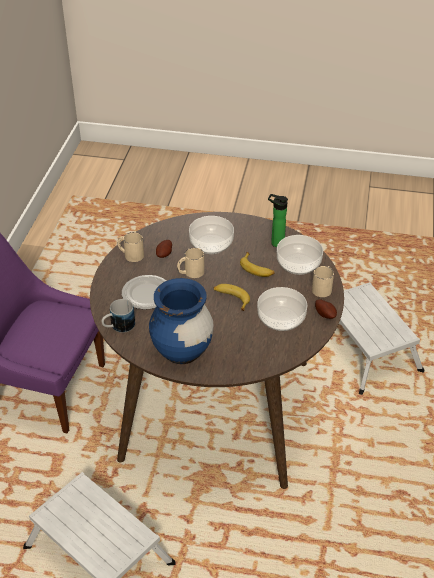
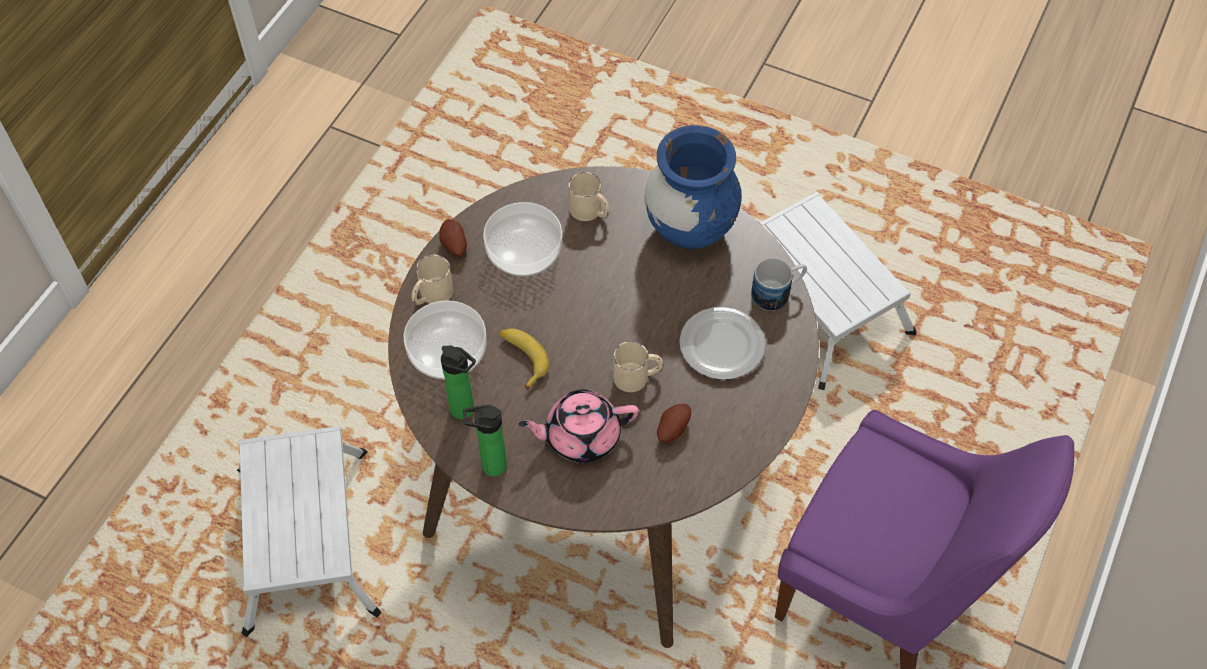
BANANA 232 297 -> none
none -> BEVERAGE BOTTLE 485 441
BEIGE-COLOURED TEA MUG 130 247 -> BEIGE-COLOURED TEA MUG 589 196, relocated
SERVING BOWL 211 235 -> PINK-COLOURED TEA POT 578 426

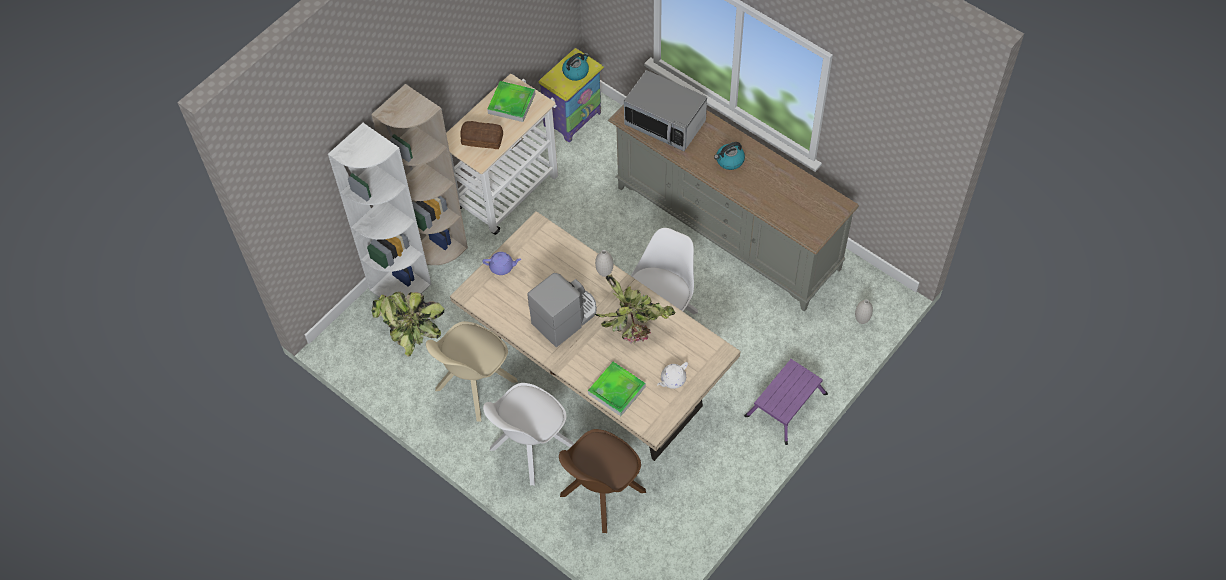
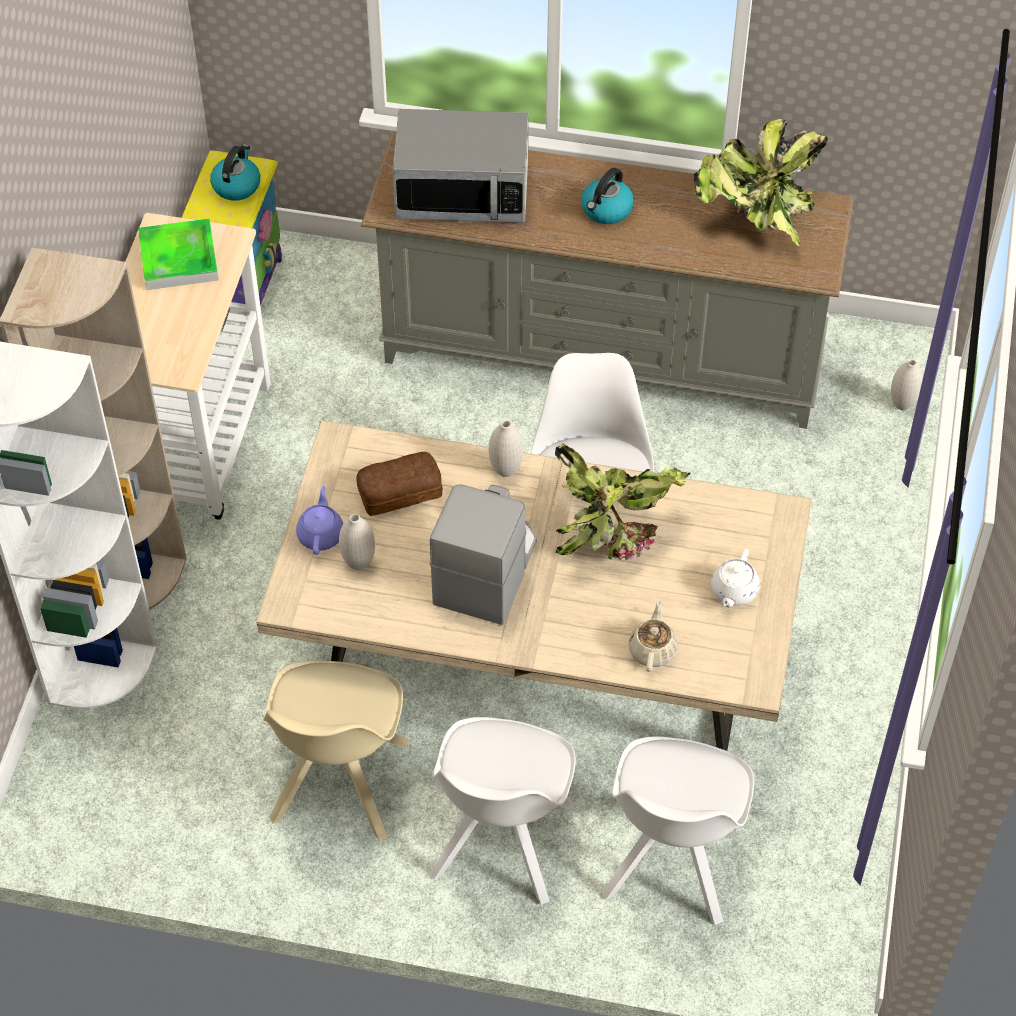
PURPLE STEPLADDER 786 402 -> none
none -> WHITISH DECORATIVE VASE 357 542
HOUSEPLANT 408 324 -> HOUSEPLANT 761 182, relocated
BAKED BREAD 481 135 -> BAKED BREAD 399 484, relocated
SERVING TRAY 617 389 -> BEIGE-COLOURED TEA POT 653 635
BROWN-COLOURED PLAIN CHAIR 602 481 -> WHITISH PLAIN CHAIR 677 831
PURPLE TEA POT 501 263 -> PURPLE TEA POT 319 520, 60 degrees counterclockwise

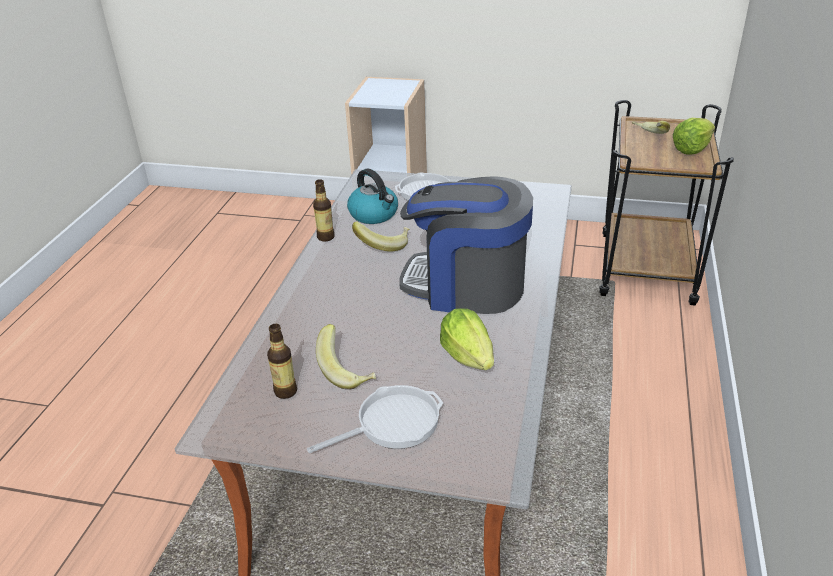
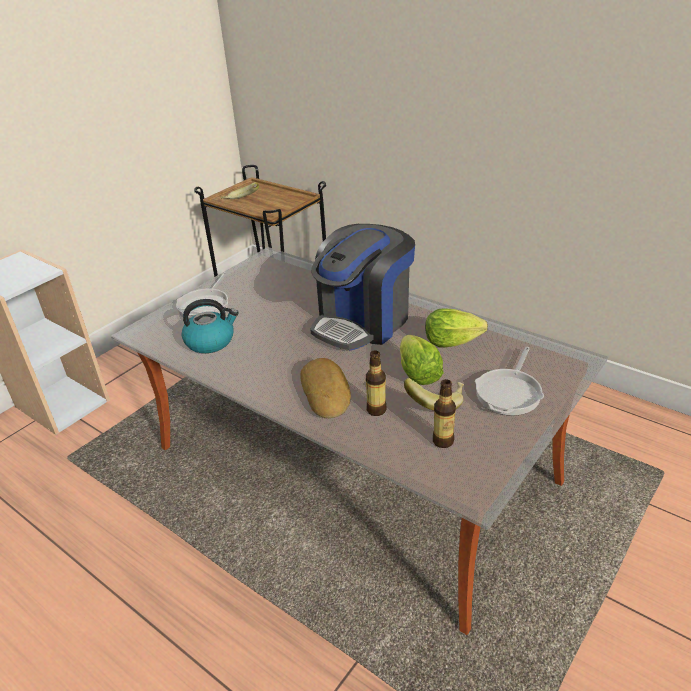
BANANA 381 237 -> none
none -> BAKED BREAD 325 388
BEVERAGE BOTTLE 324 210 -> BEVERAGE BOTTLE 376 383, relocated
LETTUCE HEAD 694 136 -> LETTUCE HEAD 422 360, relocated
SKILLET 375 419 -> SKILLET 509 381, 150 degrees counterclockwise

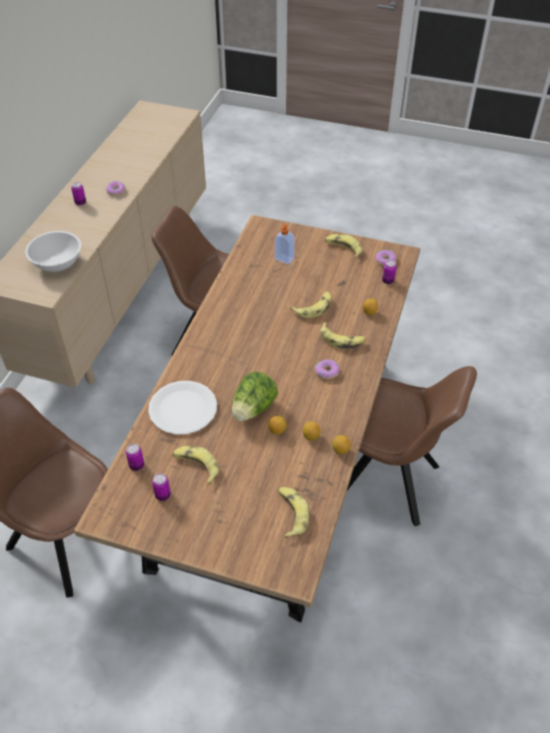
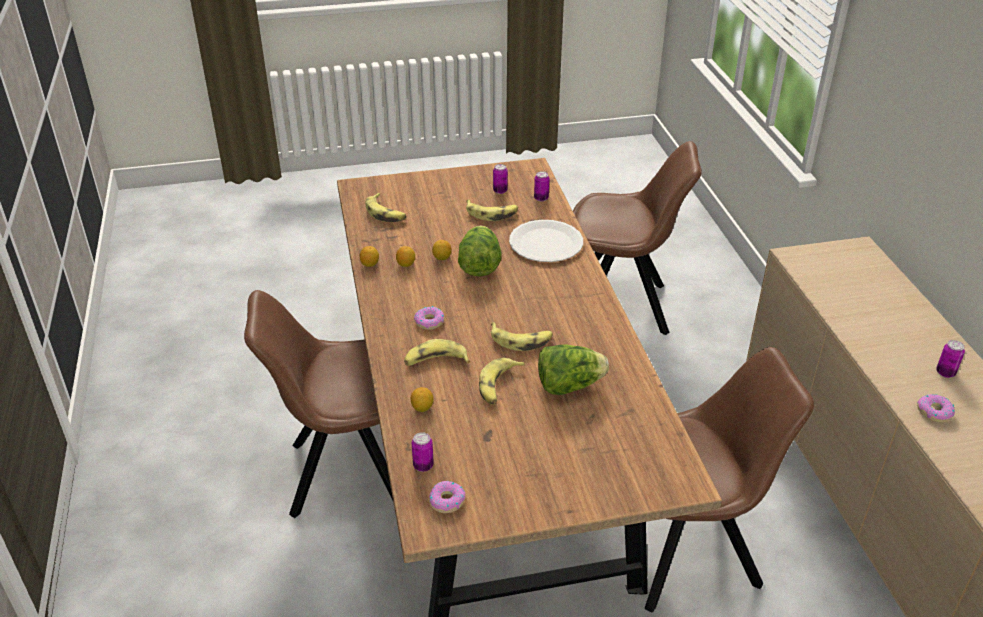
WHITISH SERVING BOWL 53 251 -> none
SOAP DISPENSER 285 244 -> none
none -> LETTUCE HEAD 573 369
BANANA 343 246 -> BANANA 522 336, relocated

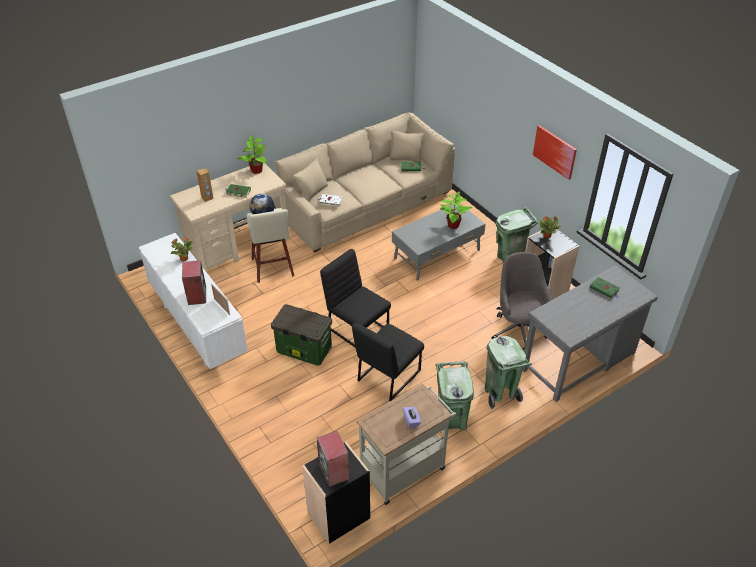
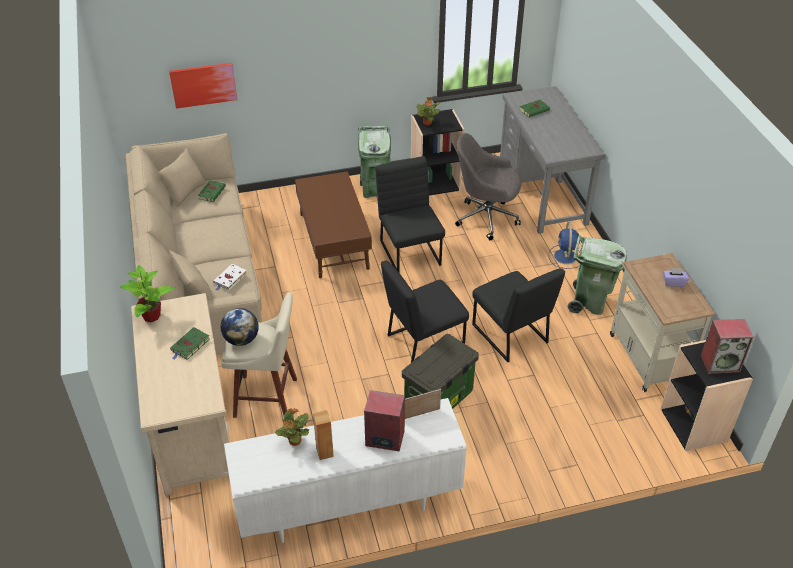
HOUSEPLANT 456 210 -> none
none -> BLACK-COLOURED PLAIN CHAIR 410 214
BROWN-COLOURED SPEAKER 205 185 -> BROWN-COLOURED SPEAKER 323 435, relocated
WALL ART 555 152 -> WALL ART 203 86, relocated
GREENISH WASTE BIN 508 372 -> BLUISH FAN 564 245
GREYISH LOUNGE TABLE 439 242 -> BROWN-COLOURED LOUNGE TABLE 333 224

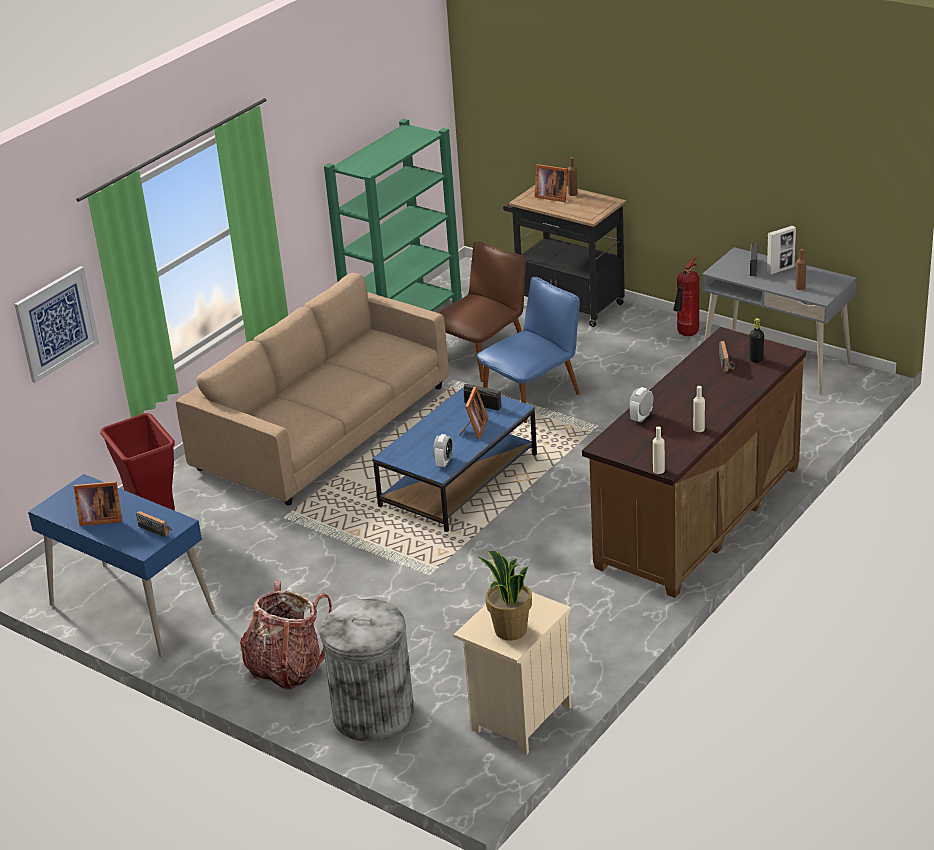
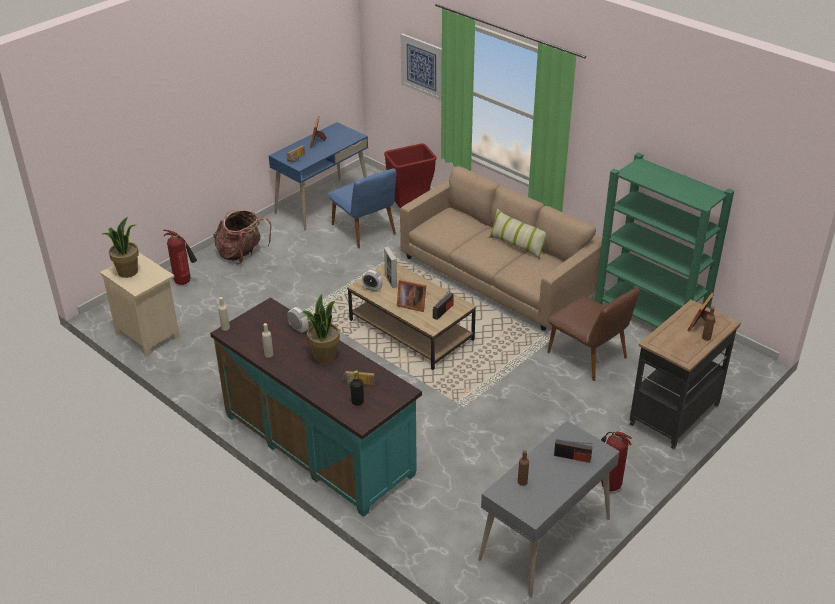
none -> HOUSEPLANT 321 329
none -> THROW PILLOW 517 234
BLUISH PLAIN CHAIR 528 350 -> BLUISH PLAIN CHAIR 362 208, relocated
PICTURE FRAME 781 250 -> PICTURE FRAME 390 267, relocated
GREYISH WASTE BIN 366 670 -> FIRE EXTINGUISHER 180 257
BLUISH LOUNGE TABLE 454 459 -> BROWN-COLOURED LOUNGE TABLE 411 317
BROWN-COLOURED CUPBOARD 694 462 -> TURQUOISE CUPBOARD 316 407

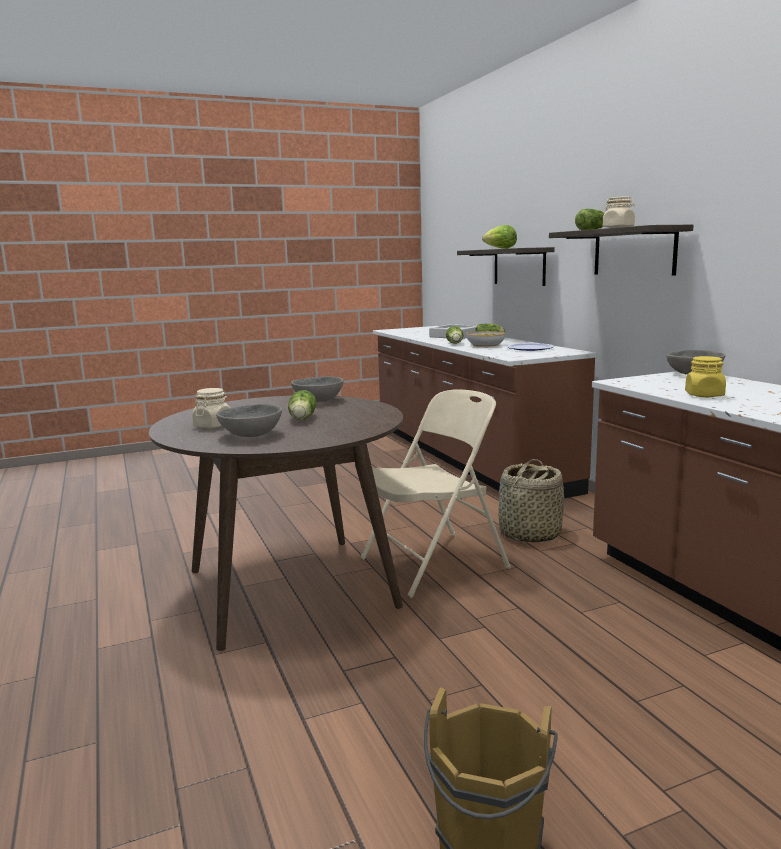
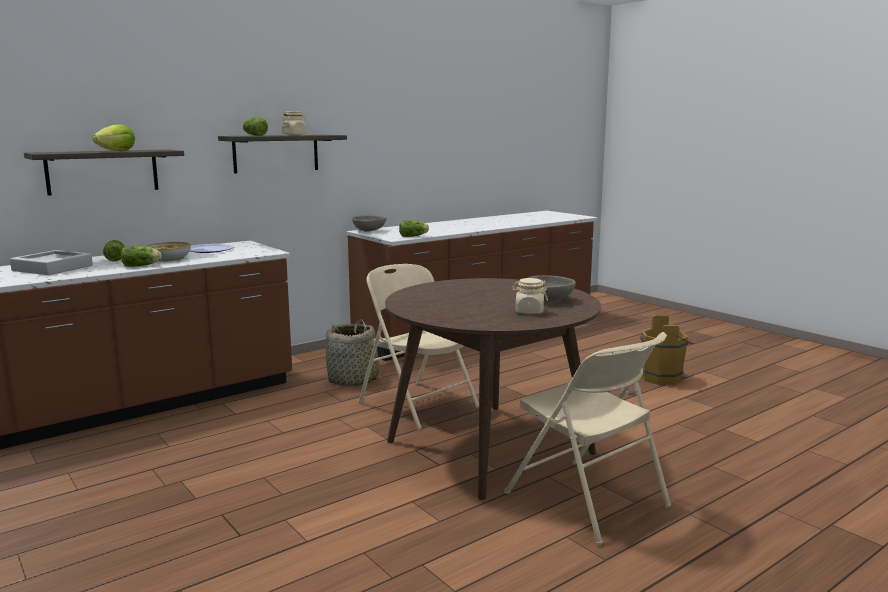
GREYISH SERVING BOWL 317 389 -> none
YELLOW PRESERVE JAR 705 376 -> none
none -> BEIGE-COLOURED PLAIN CHAIR 587 439
LETTUCE HEAD 302 405 -> LETTUCE HEAD 414 228, relocated

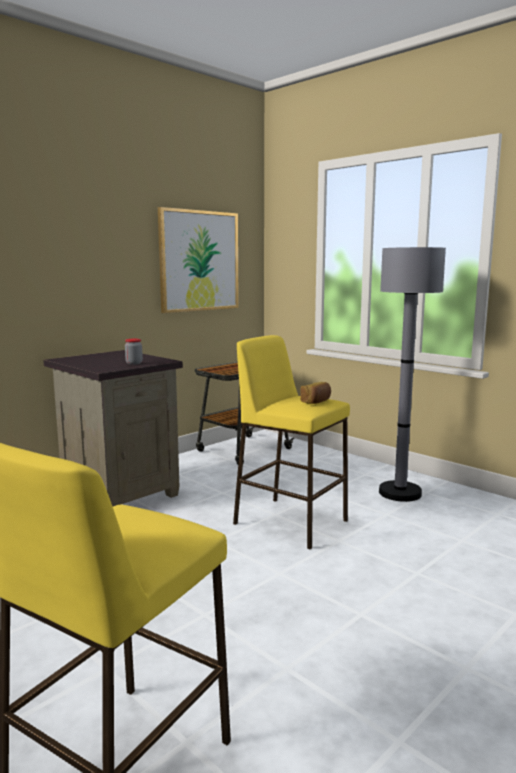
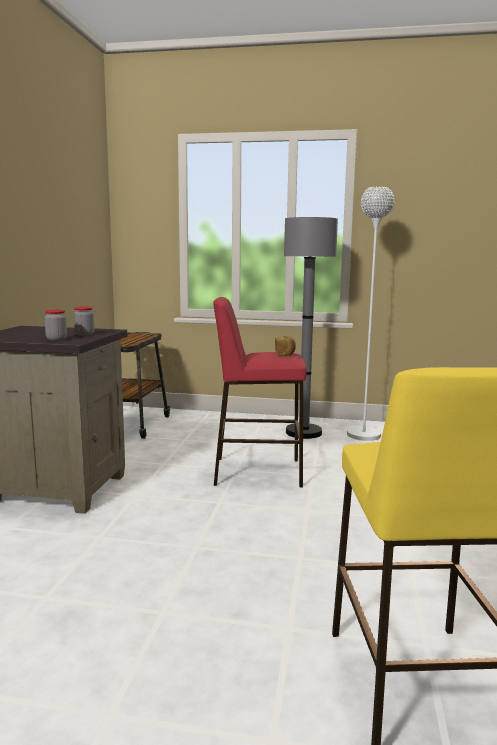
WALL ART 198 260 -> none
none -> PRESERVE JAR 56 325
none -> WHITISH STANDARD LAMP 370 314
YELLOW STOOL SEAT 291 442 -> RED STOOL SEAT 260 392

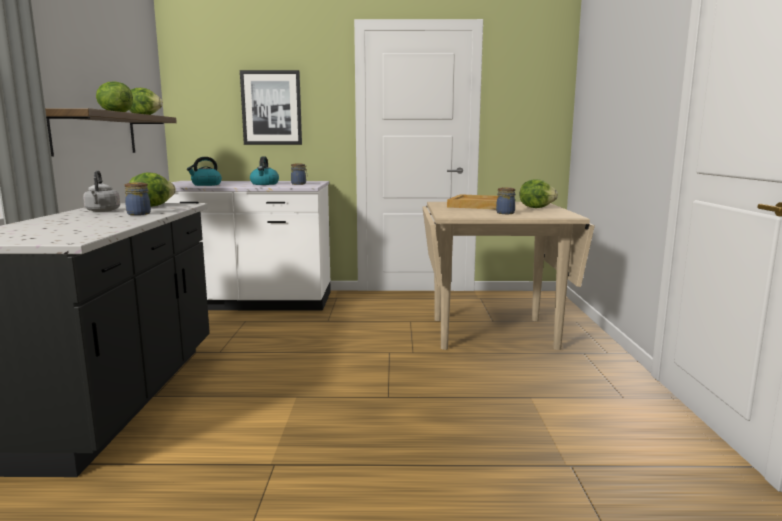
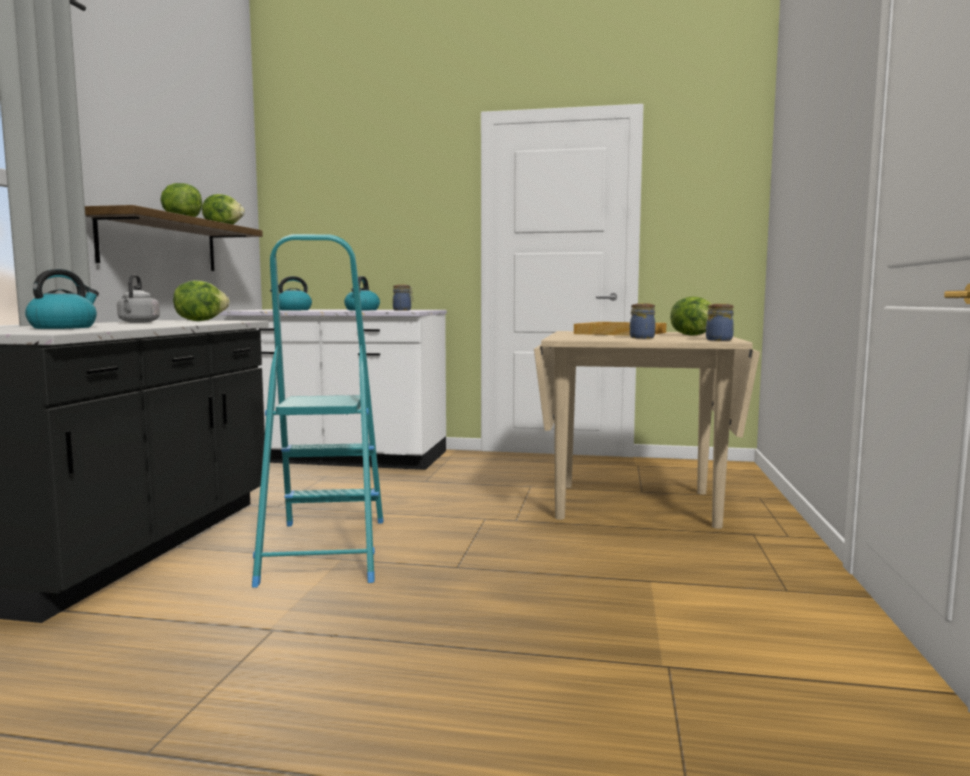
WALL ART 271 107 -> none
none -> TEA KETTLE 62 299
none -> TURQUOISE STEPLADDER 317 411
PRESERVE JAR 138 198 -> PRESERVE JAR 720 322, relocated

